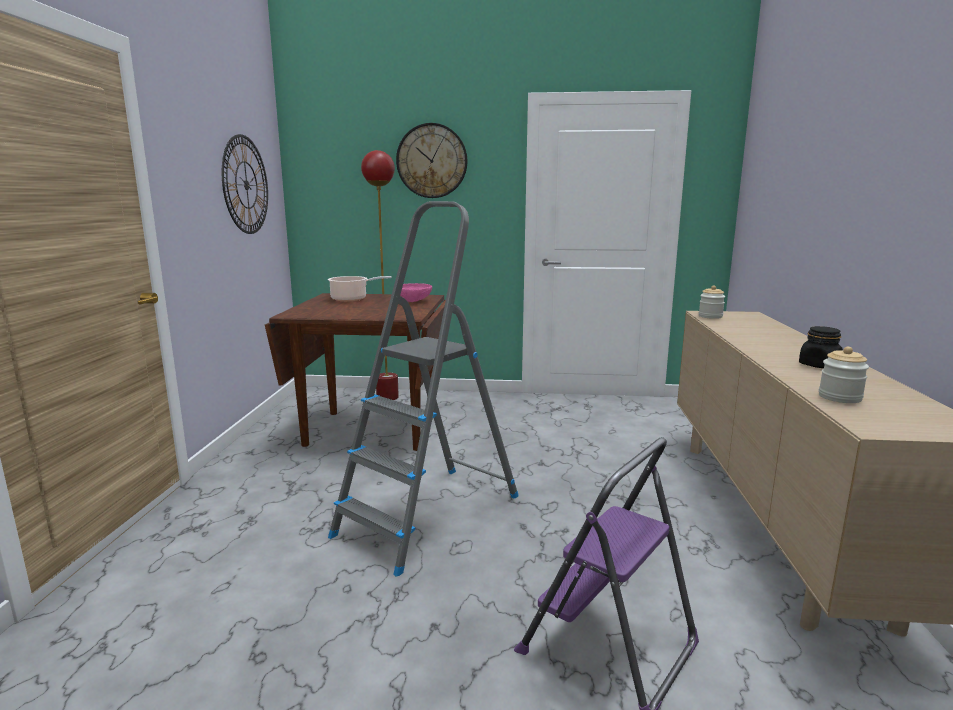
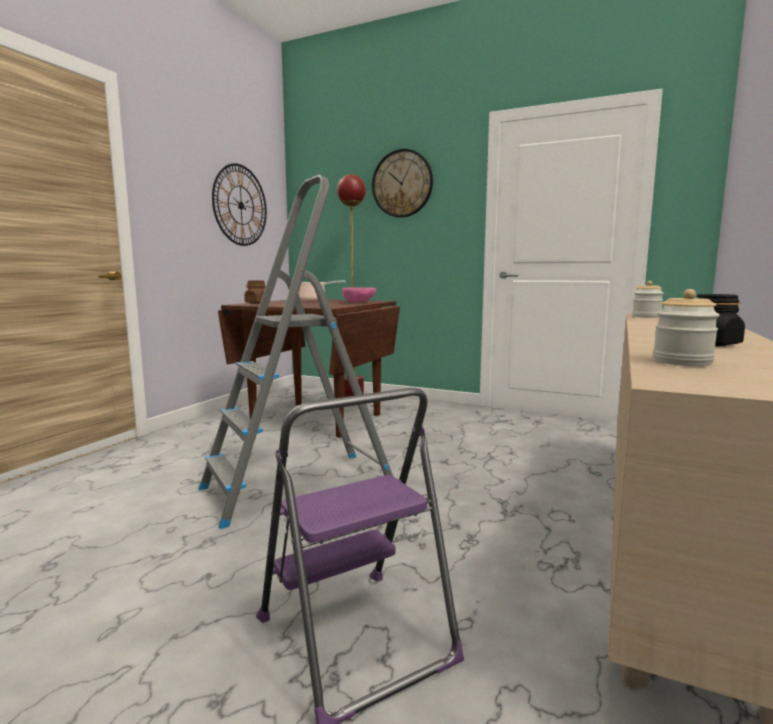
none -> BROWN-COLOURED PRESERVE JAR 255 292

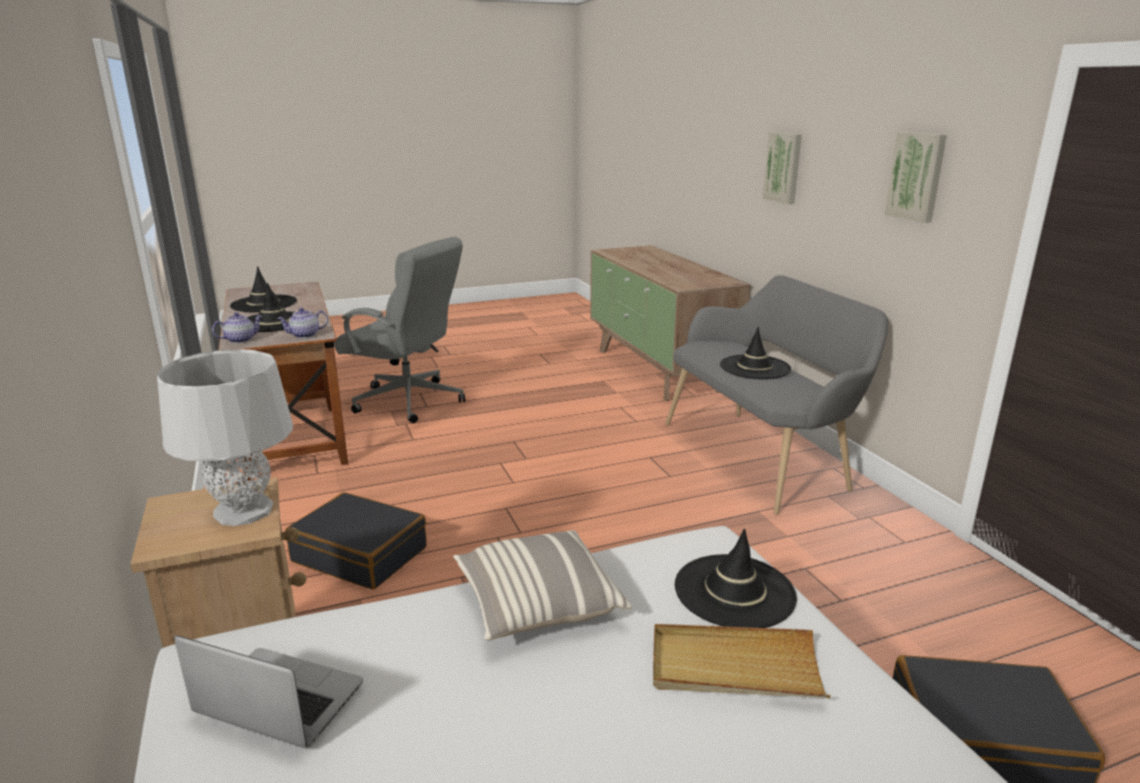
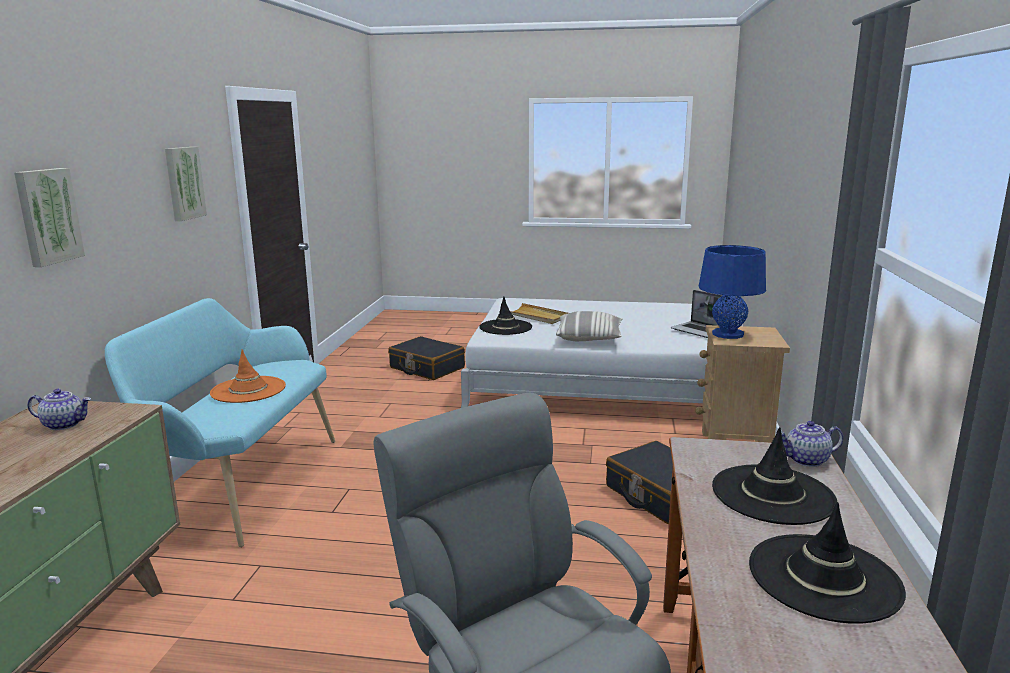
TEA POT 302 323 -> TEA POT 59 409, relocated
GREYISH TABLE LAMP 225 437 -> BLUISH TABLE LAMP 732 292
GREYISH LONG SEAT 777 394 -> TURQUOISE LONG SEAT 220 422
BLACK-COLOURED WEARABLE HAT 755 352 -> ORANGE-COLOURED WEARABLE HAT 248 376

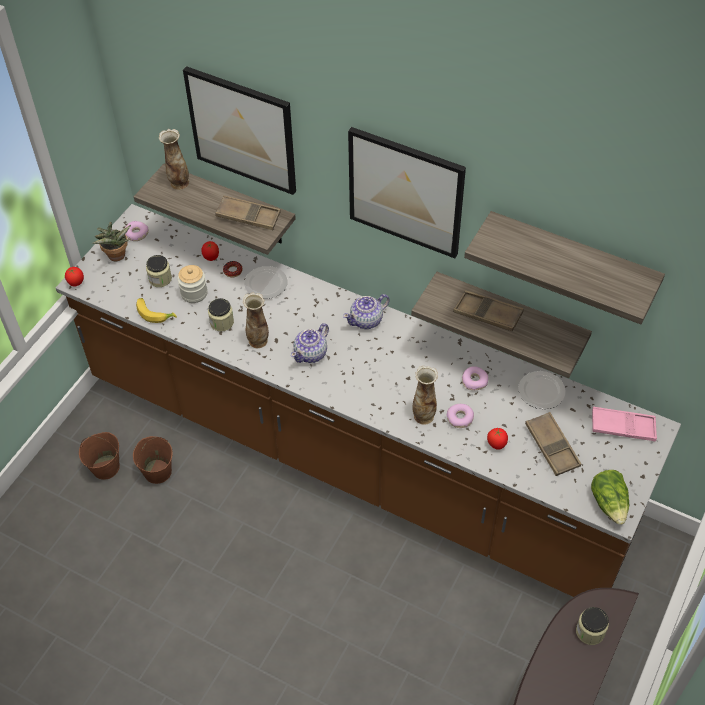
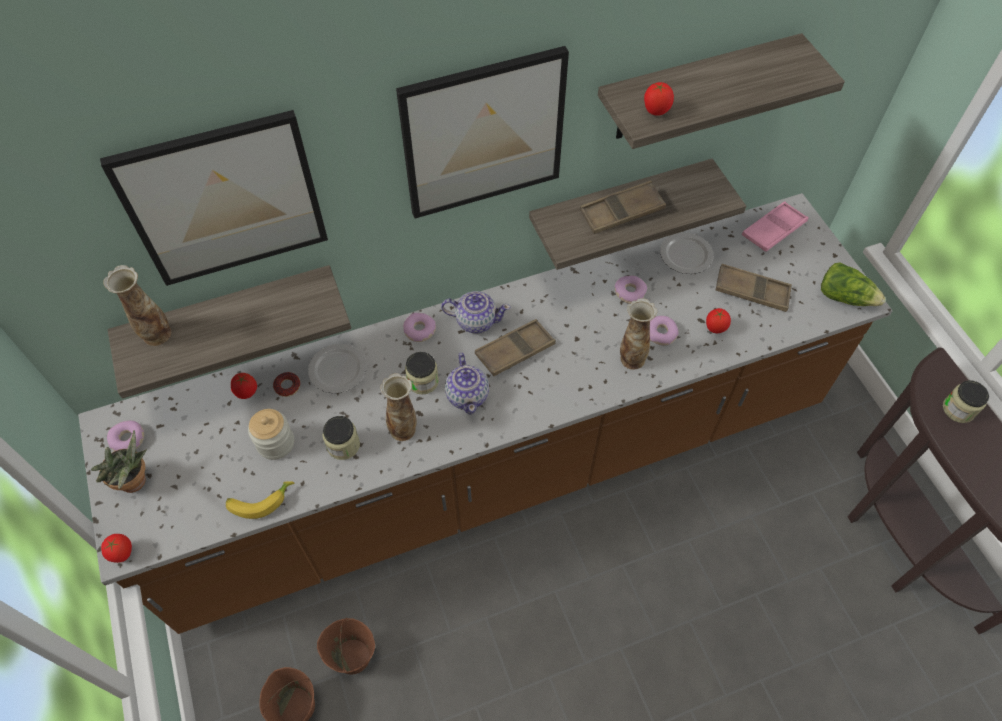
none -> DOUGHNUT 419 327
none -> TOMATO 659 99
PRESERVE JAR 159 271 -> PRESERVE JAR 422 373, relocated
BROWN-COLOURED SERVING TRAY 248 212 -> BROWN-COLOURED SERVING TRAY 515 347, relocated
TEA POT 366 311 -> TEA POT 475 312, 90 degrees counterclockwise

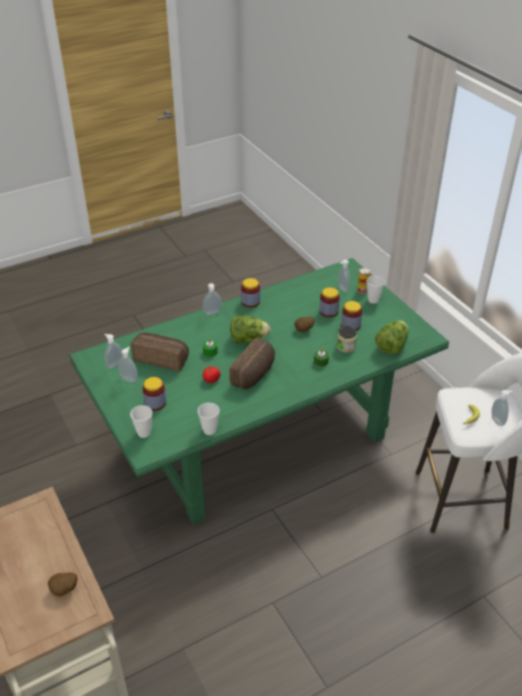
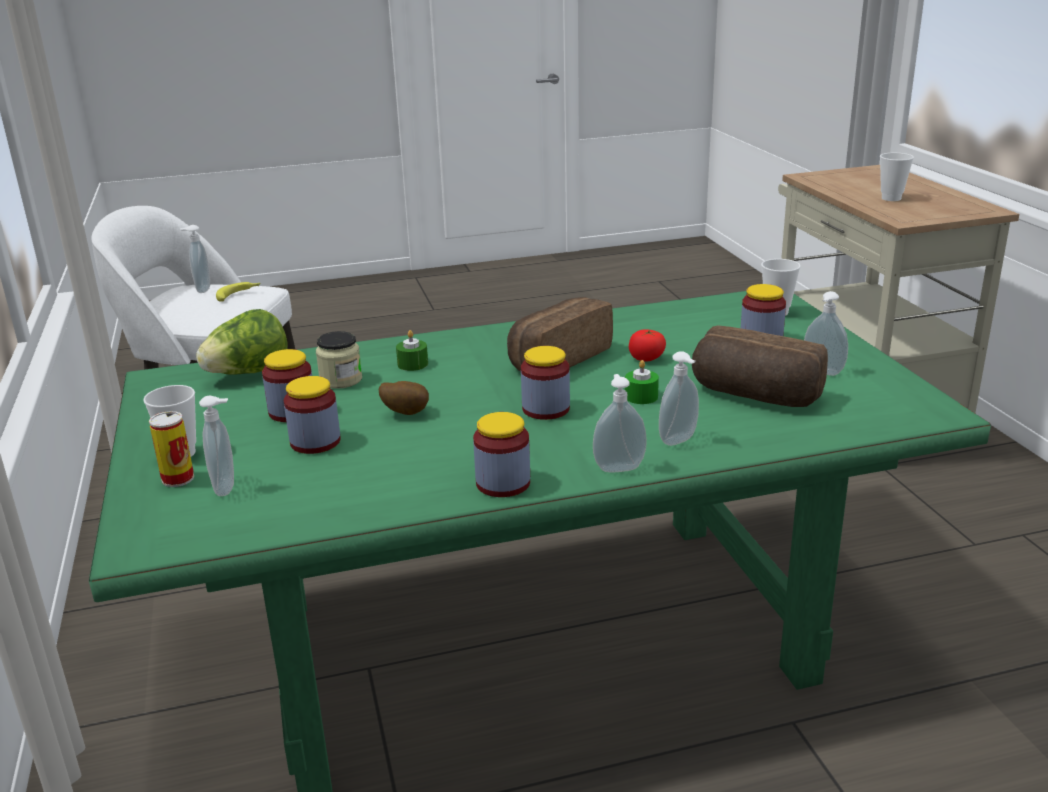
WHOLE POTATO 63 584 -> none
SOAP DISPENSER 113 351 -> SOAP DISPENSER 679 398, relocated
DRINKING CUP 209 419 -> DRINKING CUP 897 177, relocated
LETTUCE HEAD 250 329 -> PRESERVE JAR 545 383

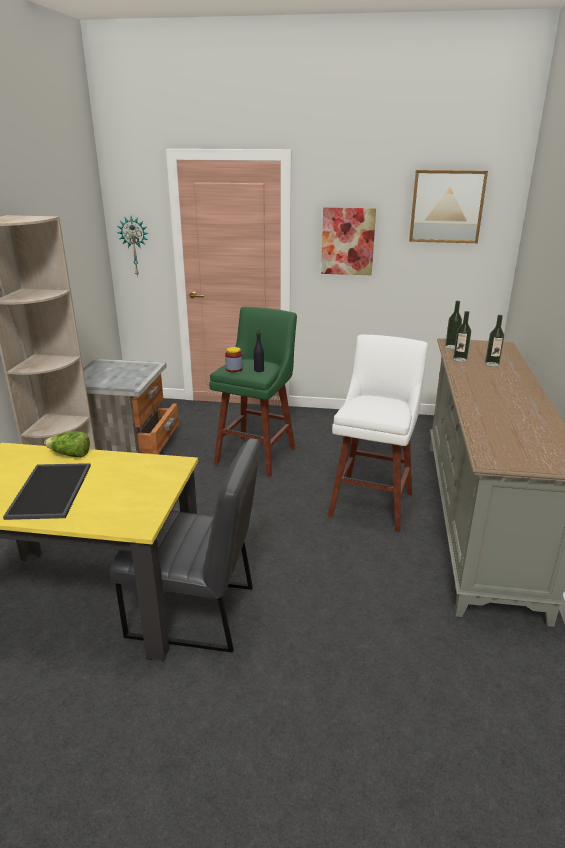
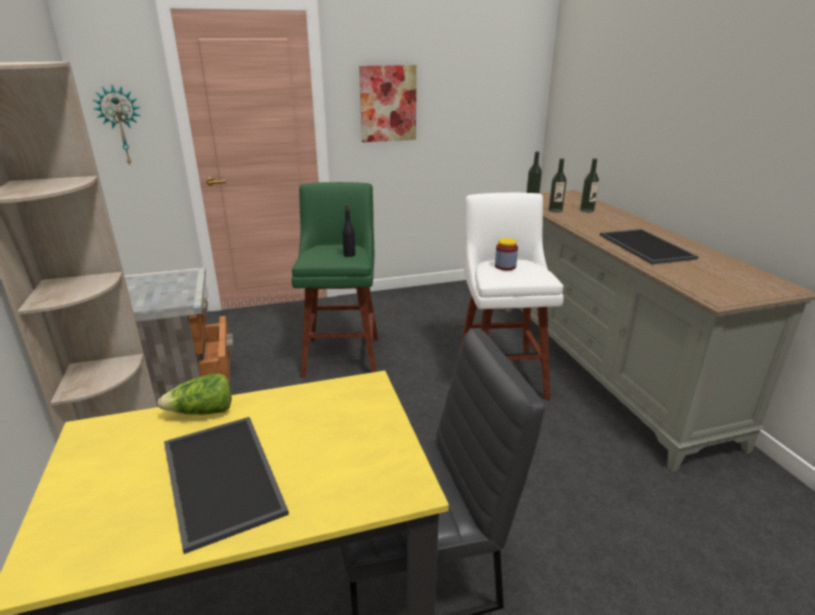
WALL ART 448 206 -> none
none -> SERVING TRAY 649 246
PRESERVE JAR 233 359 -> PRESERVE JAR 506 254, relocated

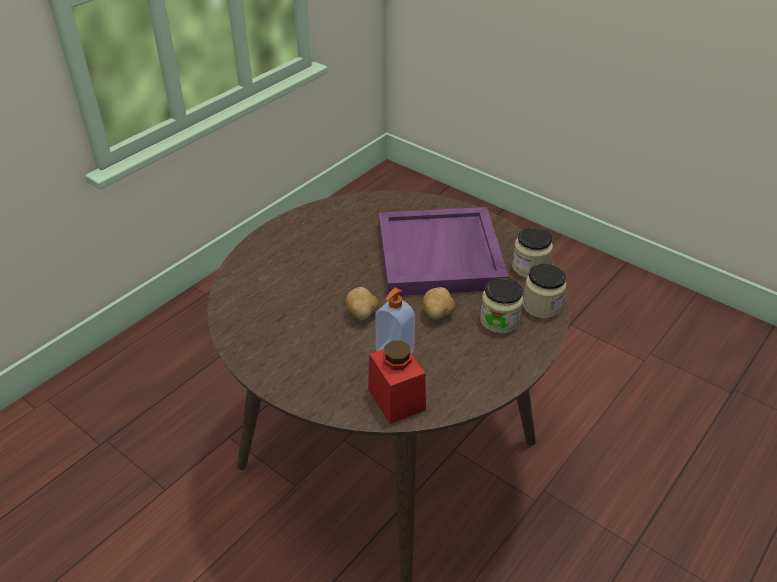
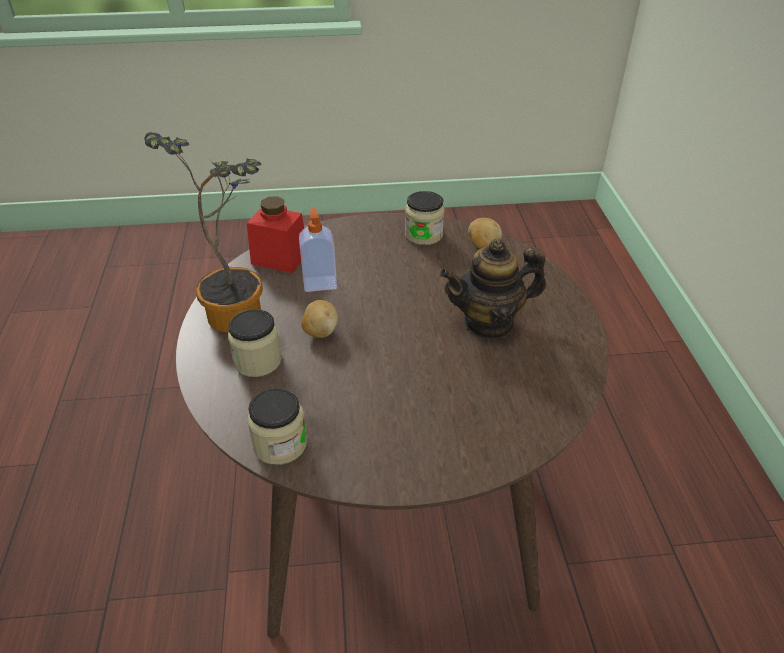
PURPLE SERVING TRAY 444 251 -> none
none -> HOUSEPLANT 203 232
none -> TEA POT 493 289
WHOLE POTATO 362 303 -> WHOLE POTATO 485 233, relocated
PRESERVE JAR 544 291 -> PRESERVE JAR 425 218, relocated

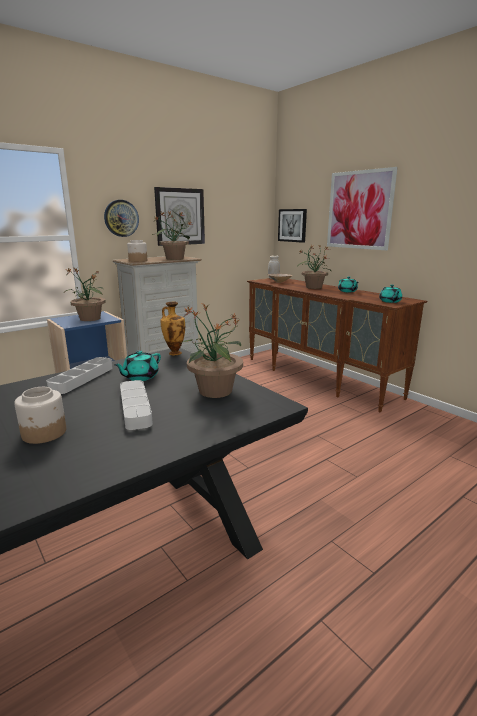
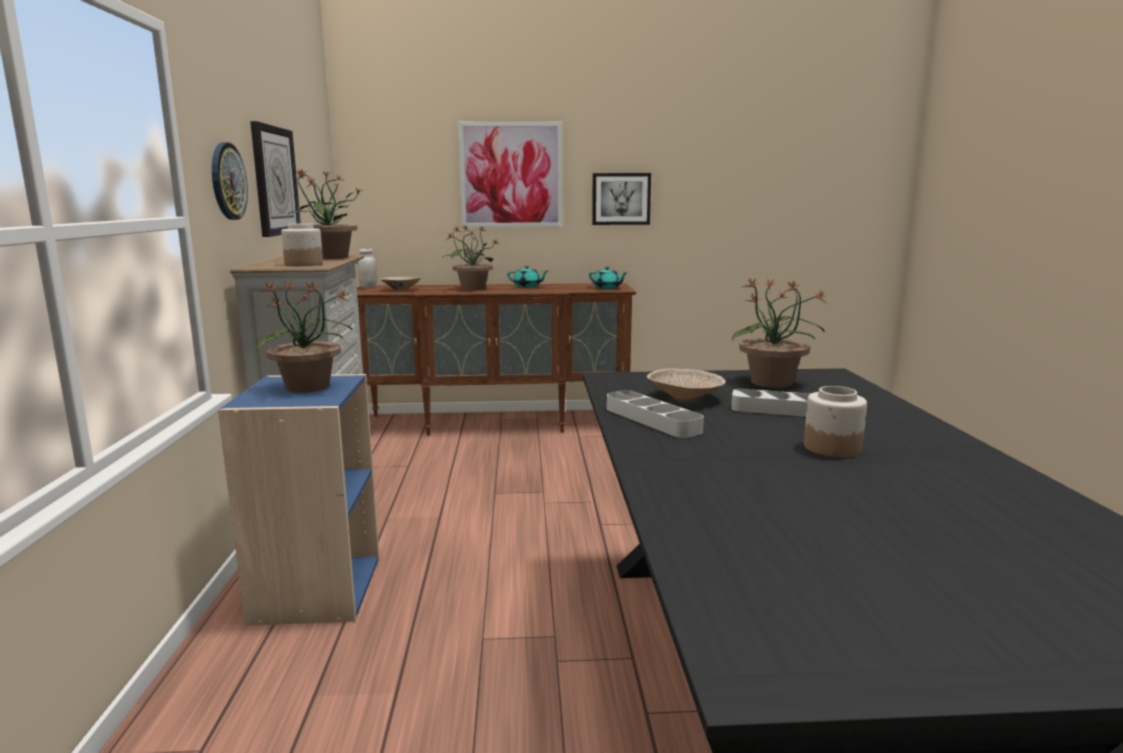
DECORATIVE VASE 172 328 -> none
WALL ART 292 226 -> WALL ART 621 199, relocated
TURQUOISE TEA POT 137 365 -> BEIGE-COLOURED SERVING BOWL 686 384

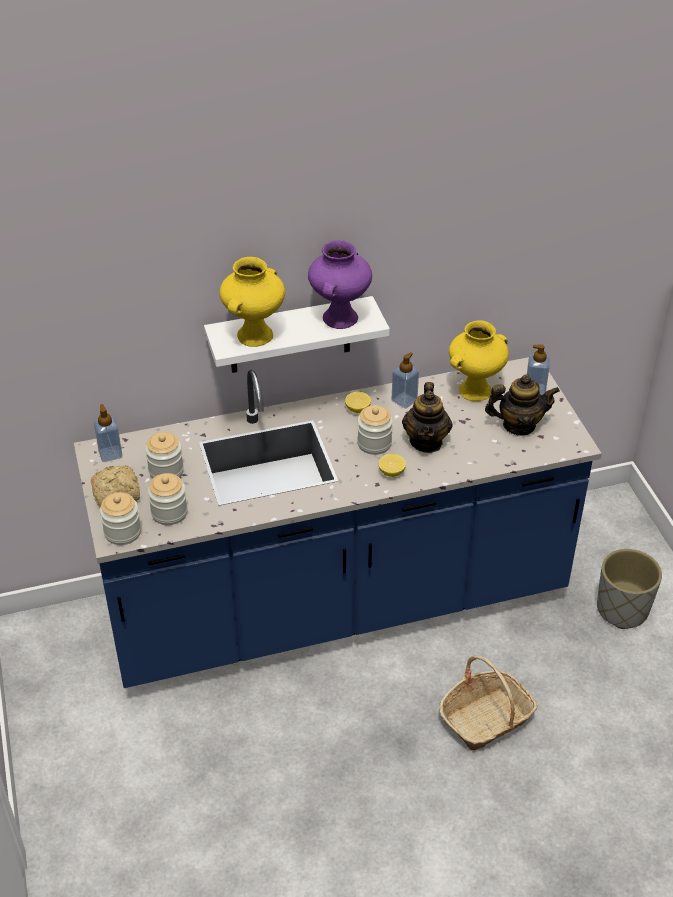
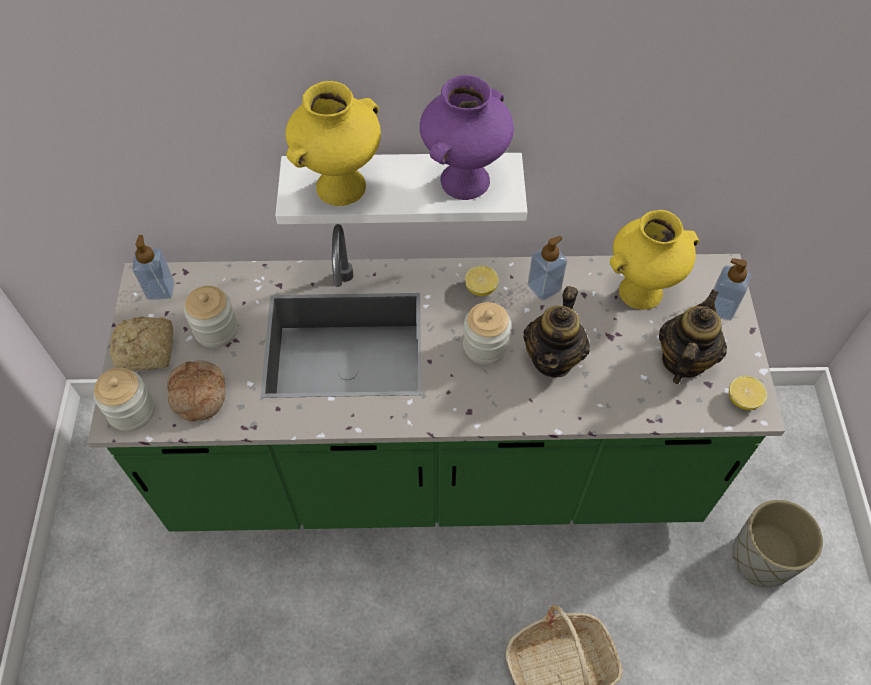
WHOLE LEMON 392 465 -> WHOLE LEMON 748 393, relocated
PRESERVE JAR 168 499 -> BAKED BREAD 196 390
BLUISH COUNTER 338 522 -> GREENISH COUNTER 436 378
TEA POT 522 405 -> TEA POT 693 337, 75 degrees counterclockwise

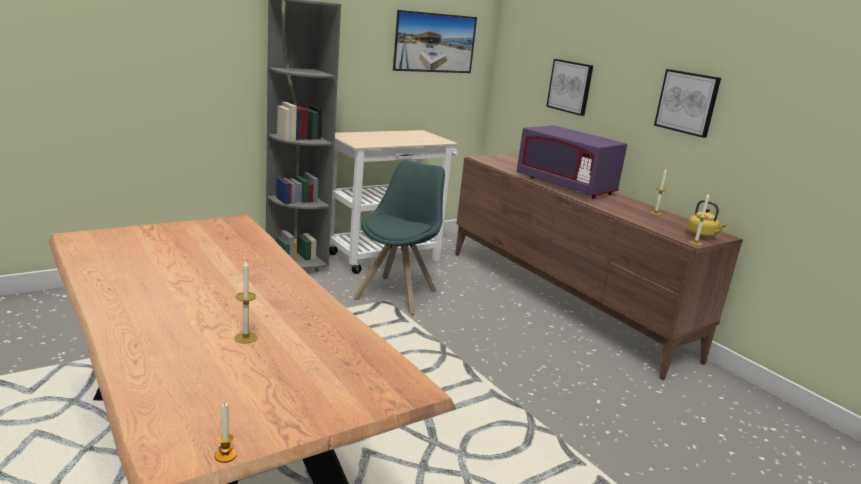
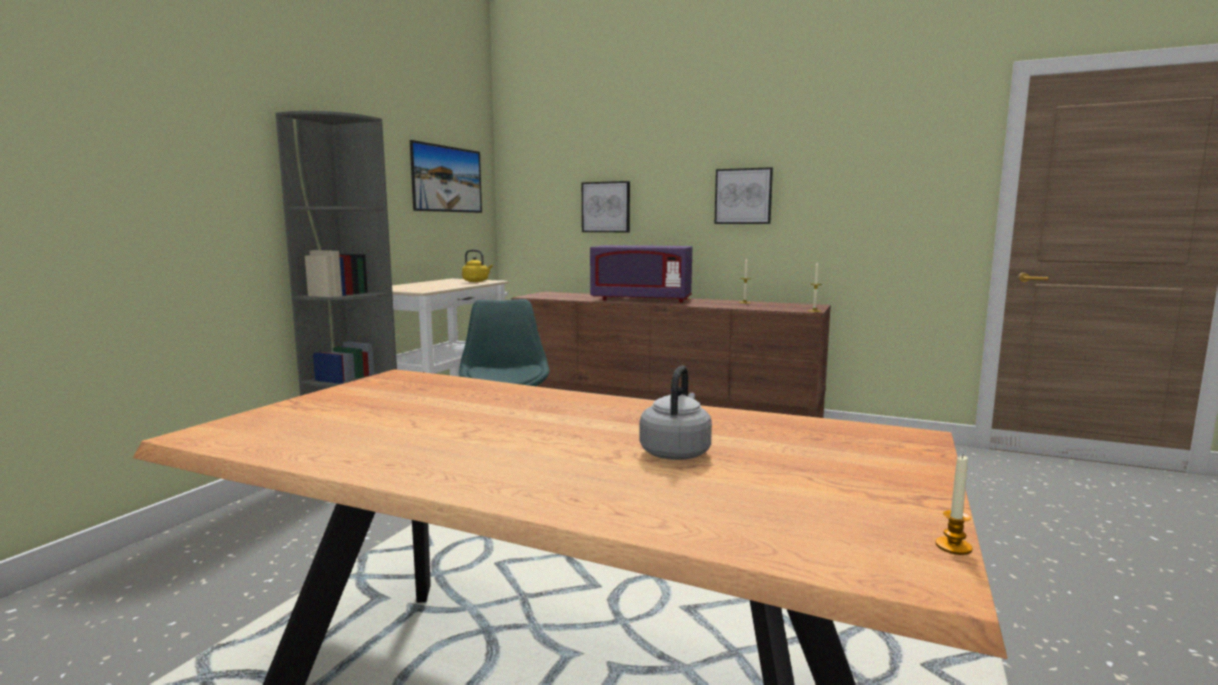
YELLOW TEA KETTLE 707 219 -> YELLOW TEA KETTLE 477 266, relocated
CANDLE 246 302 -> GREYISH TEA KETTLE 675 412

